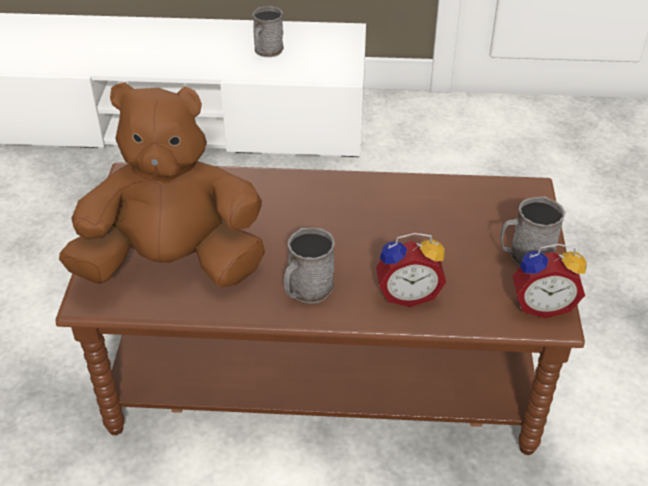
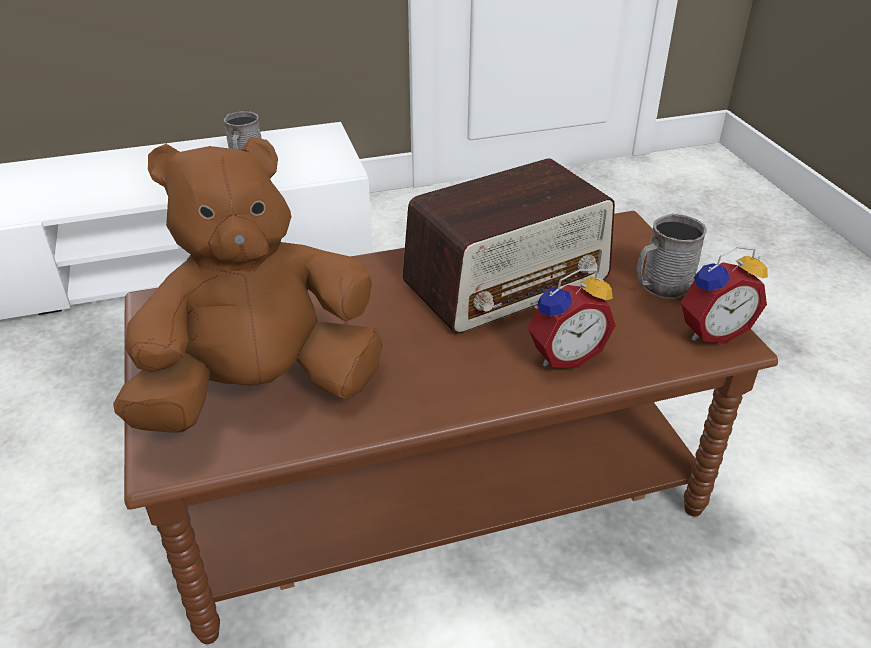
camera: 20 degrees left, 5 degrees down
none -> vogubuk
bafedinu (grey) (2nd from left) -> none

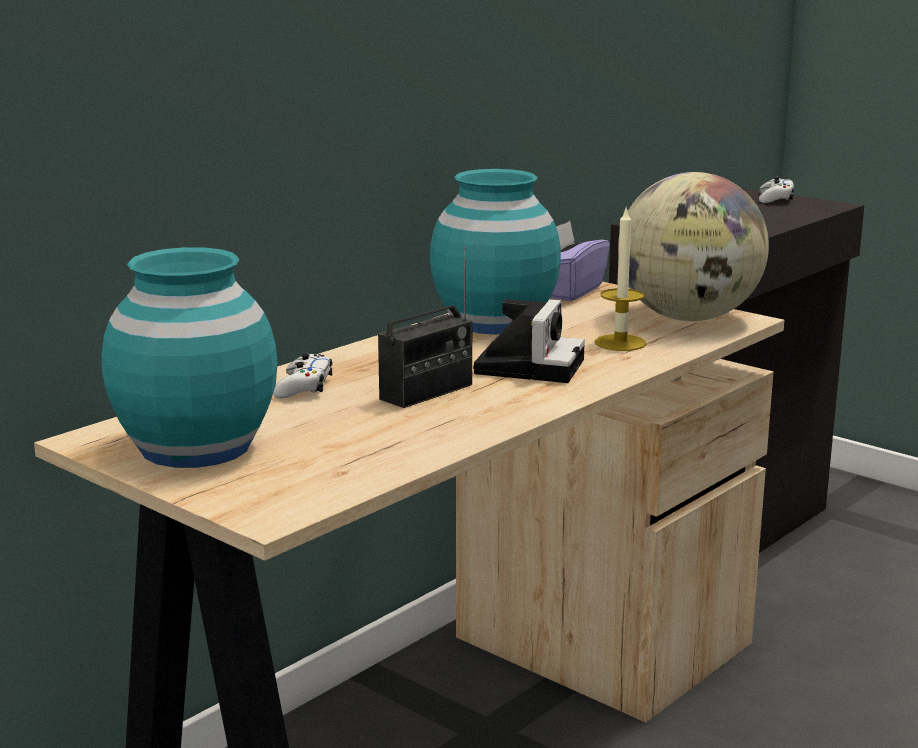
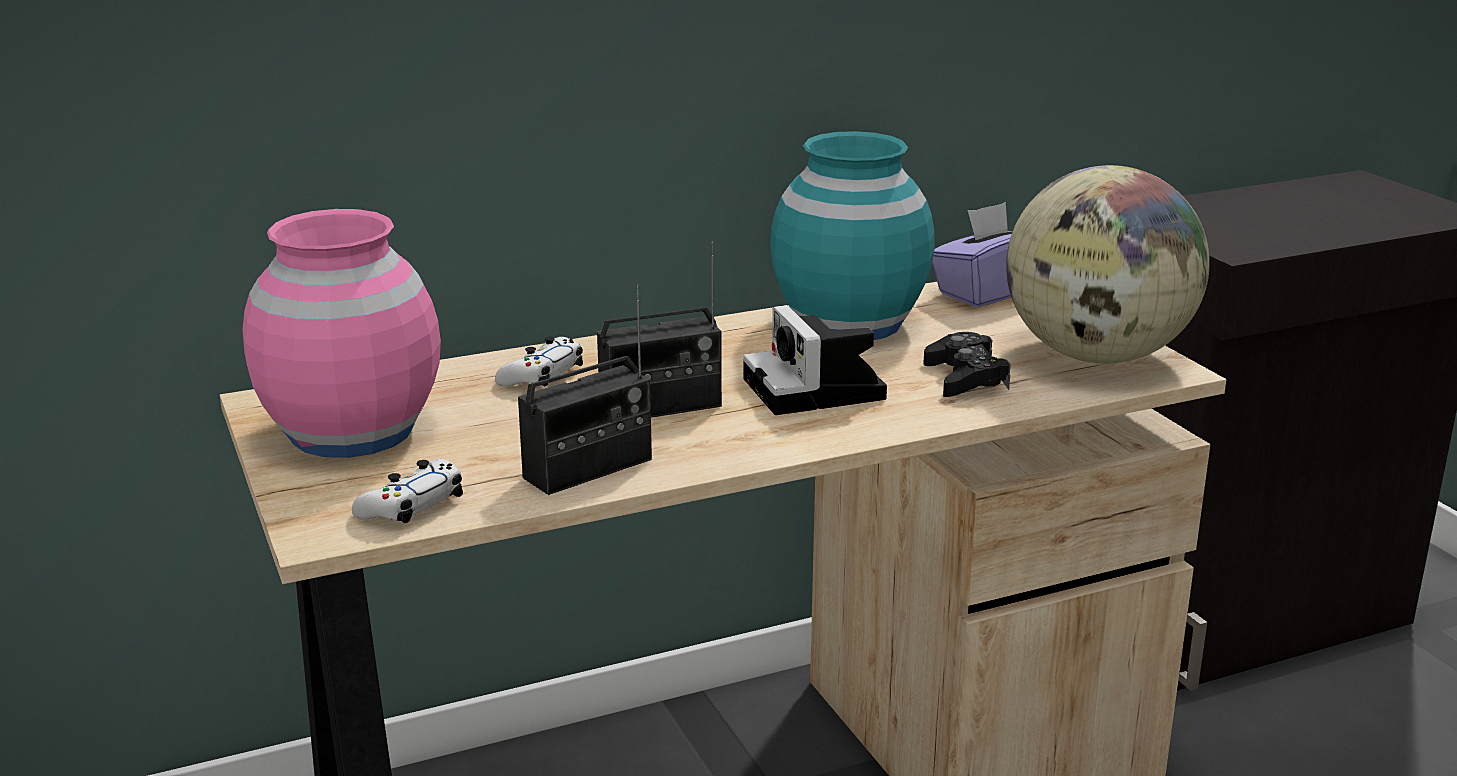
camera: 25 degrees right, 5 degrees up
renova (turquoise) (1st from left) -> renova (pink)
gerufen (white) (2nd from left in the first image) -> gerufen (white) (1st from left), move
none -> vogubuk (1st from left)
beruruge, 120 degrees clockwise
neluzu -> gerufen (black)

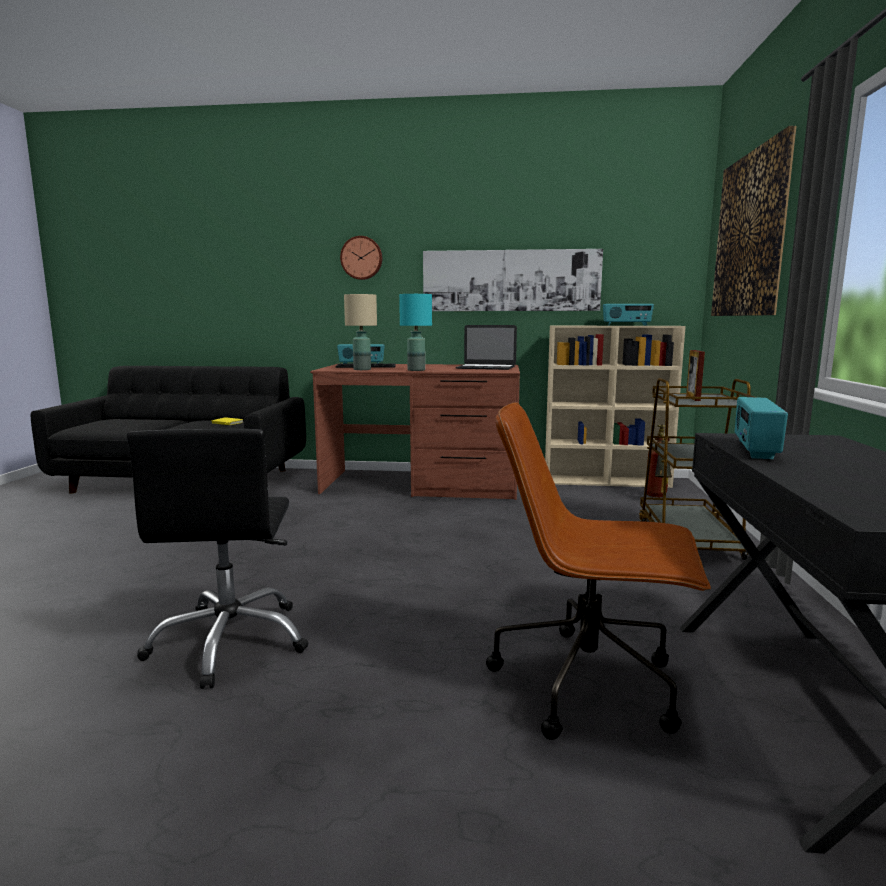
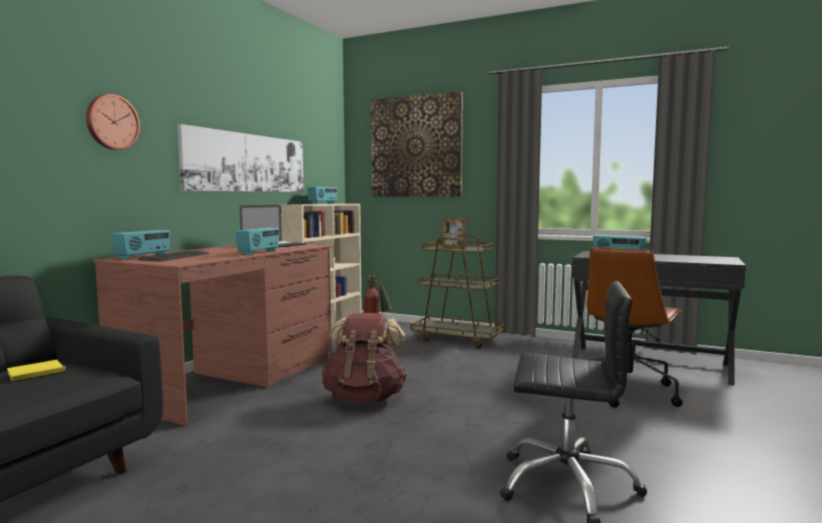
camera: 70 degrees left, 5 degrees down
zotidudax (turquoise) -> vogubuk (2nd from left)
none -> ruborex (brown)
zotidudax (beige) -> none

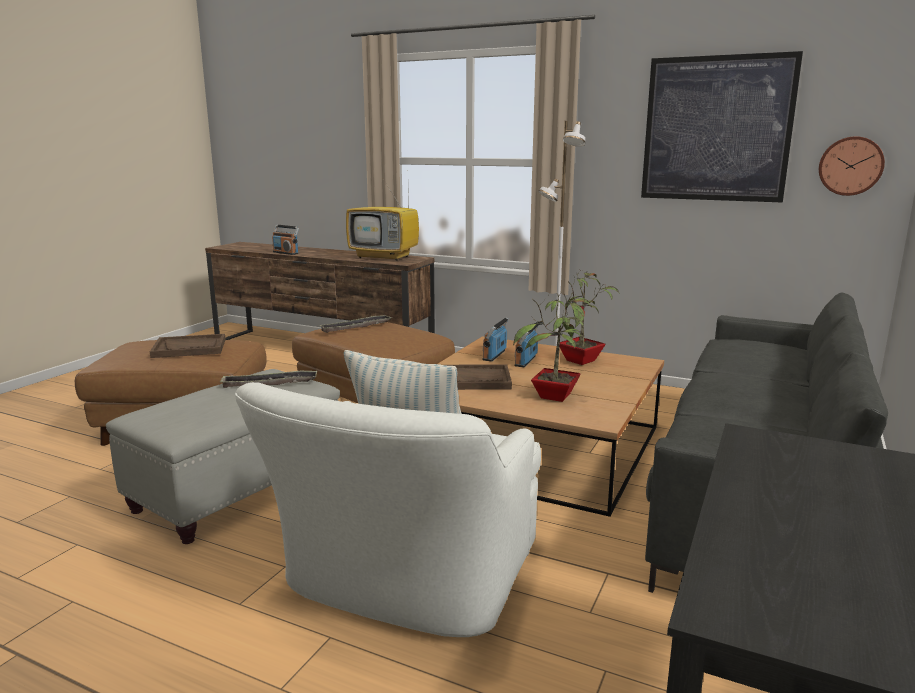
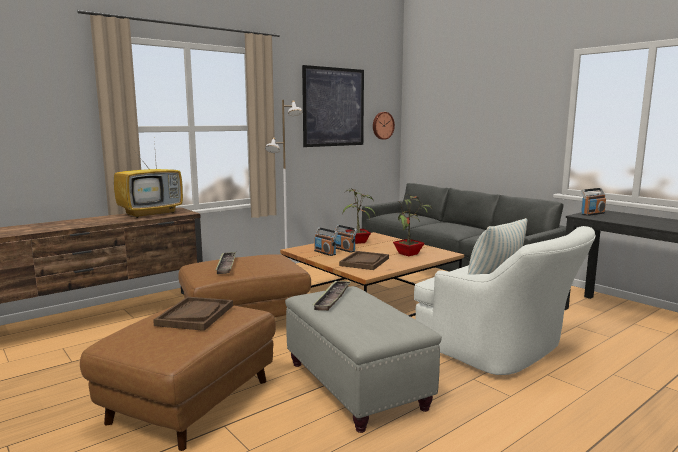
camera: 65 degrees left, 5 degrees down
vogubuk (1st from left in the first image) -> vogubuk (3rd from left), move

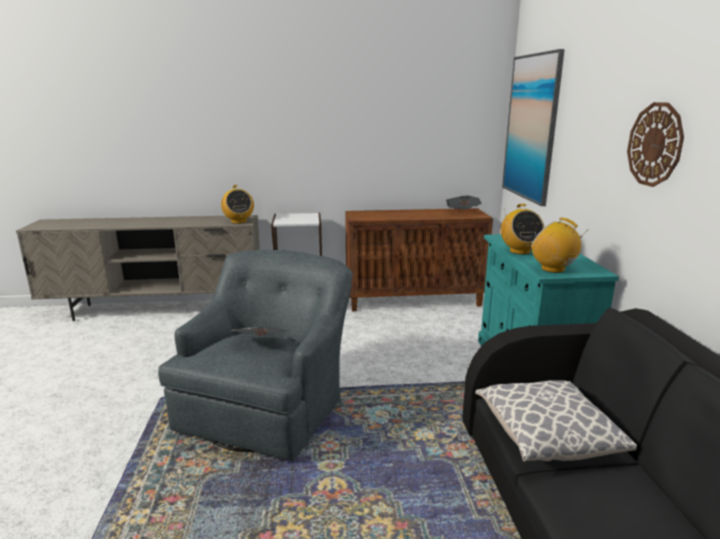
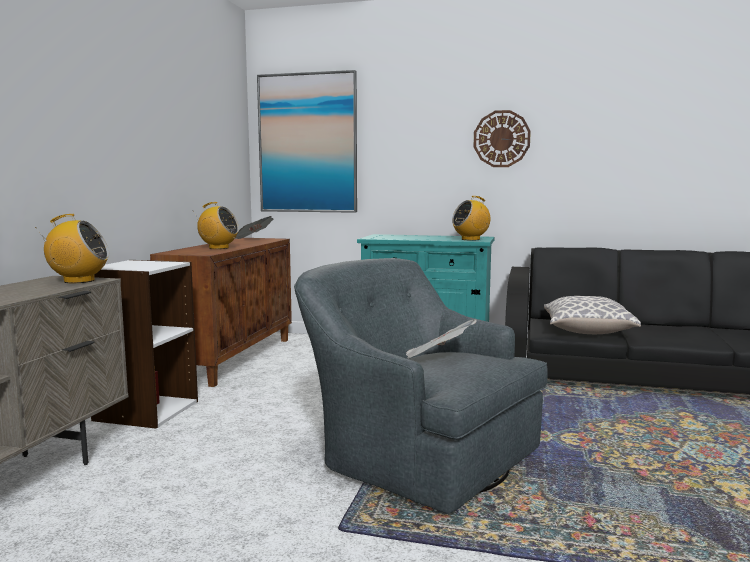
camera: 70 degrees left, 10 degrees down
vogubuk (2nd from left), move

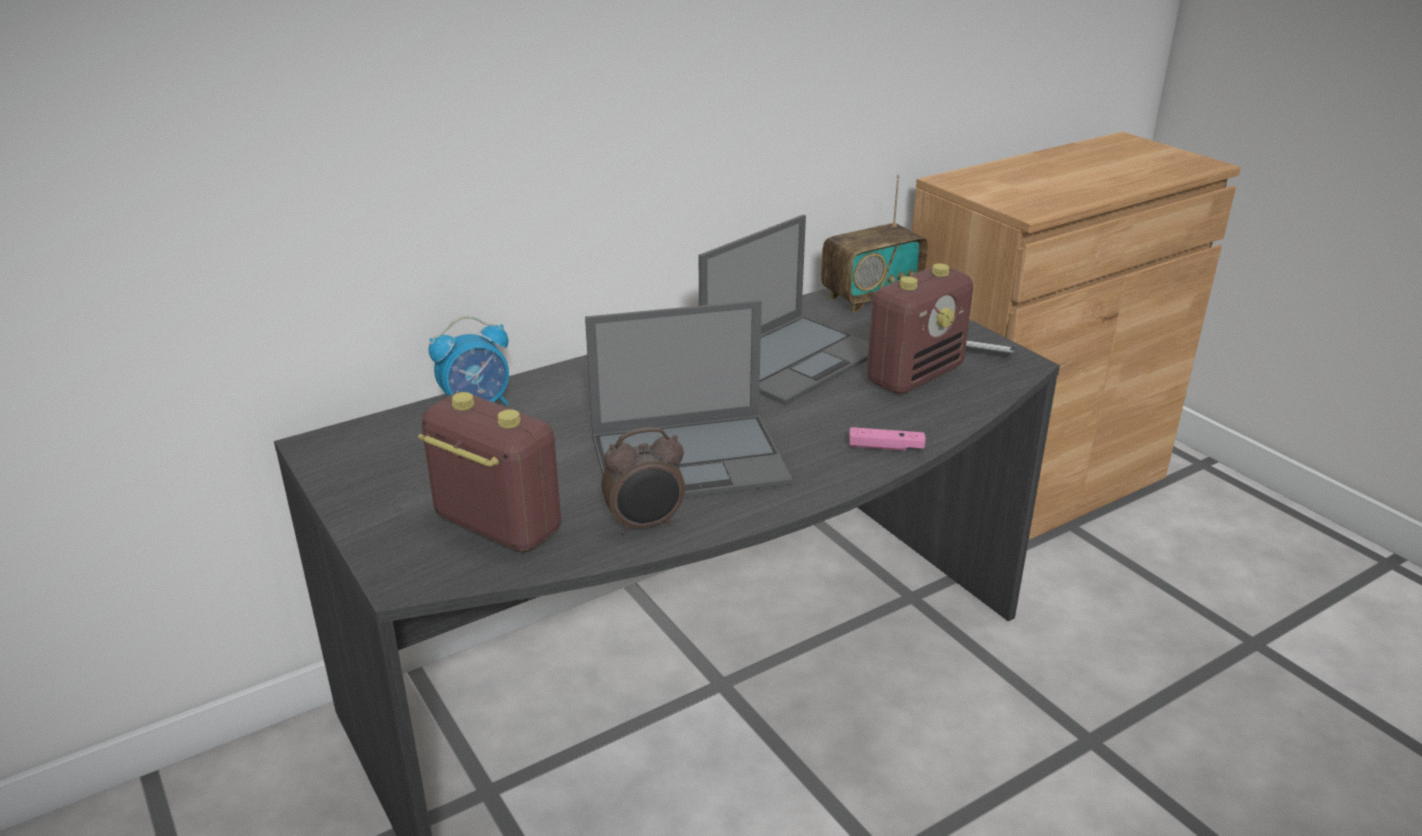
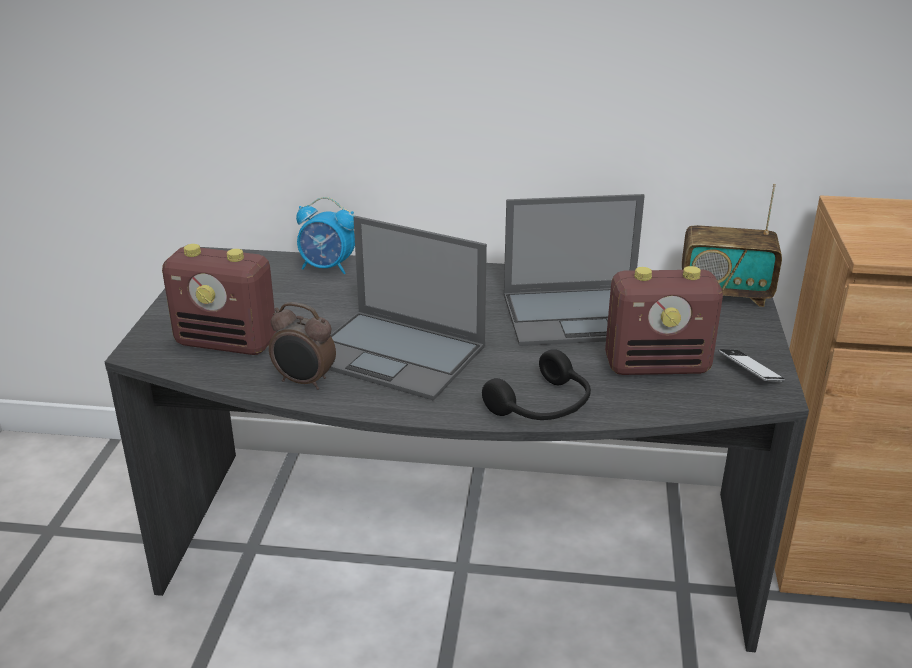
camera: 40 degrees right, 0 degrees up
vogubuk (1st from left), 120 degrees clockwise
gerufen (pink) -> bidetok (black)

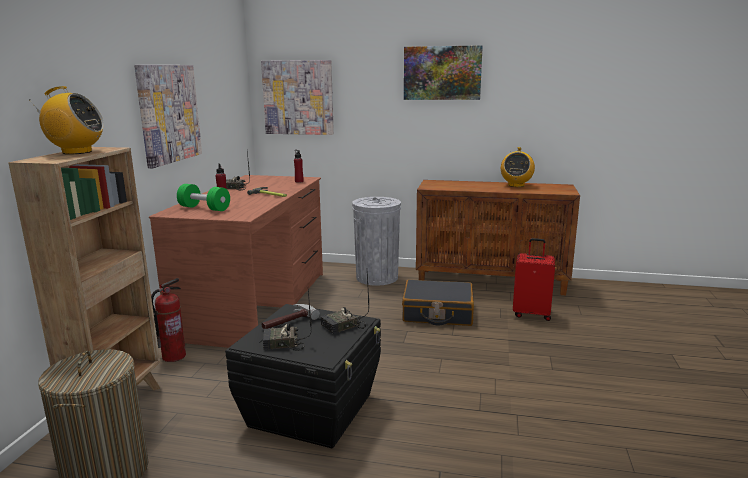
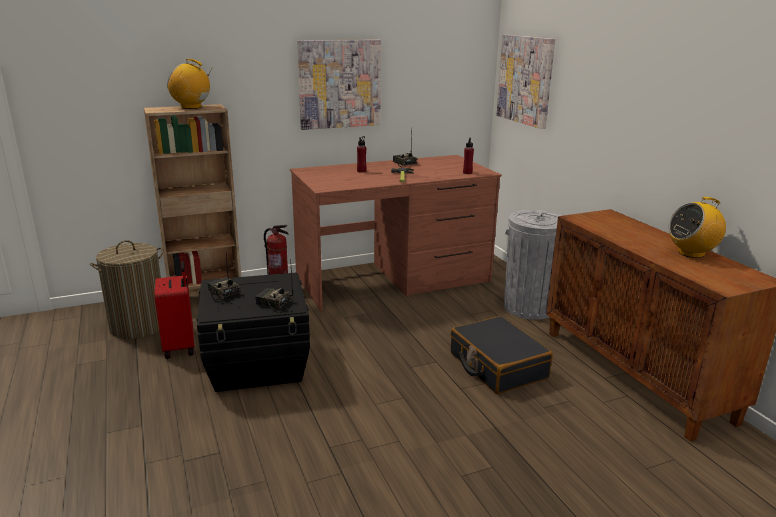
camera: 55 degrees right, 5 degrees up
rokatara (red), move
vogubuk (1st from left), 135 degrees clockwise
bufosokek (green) -> none
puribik (2nd from left) -> none
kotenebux (3rd from left) -> none

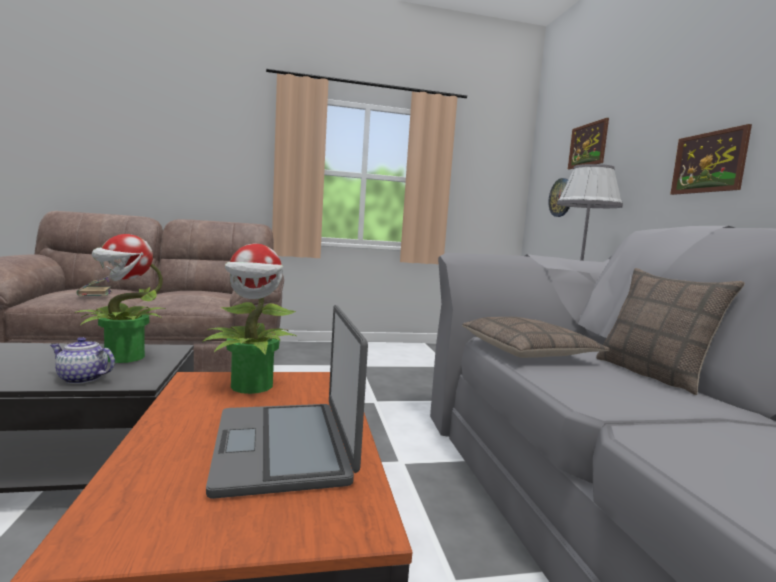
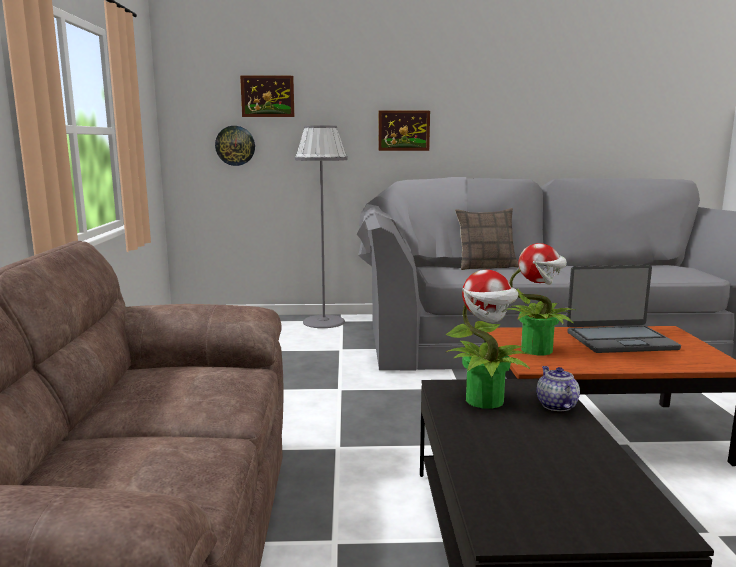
camera: 80 degrees left, 5 degrees up
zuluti, 150 degrees clockwise
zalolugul -> none
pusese (1st from left) -> none

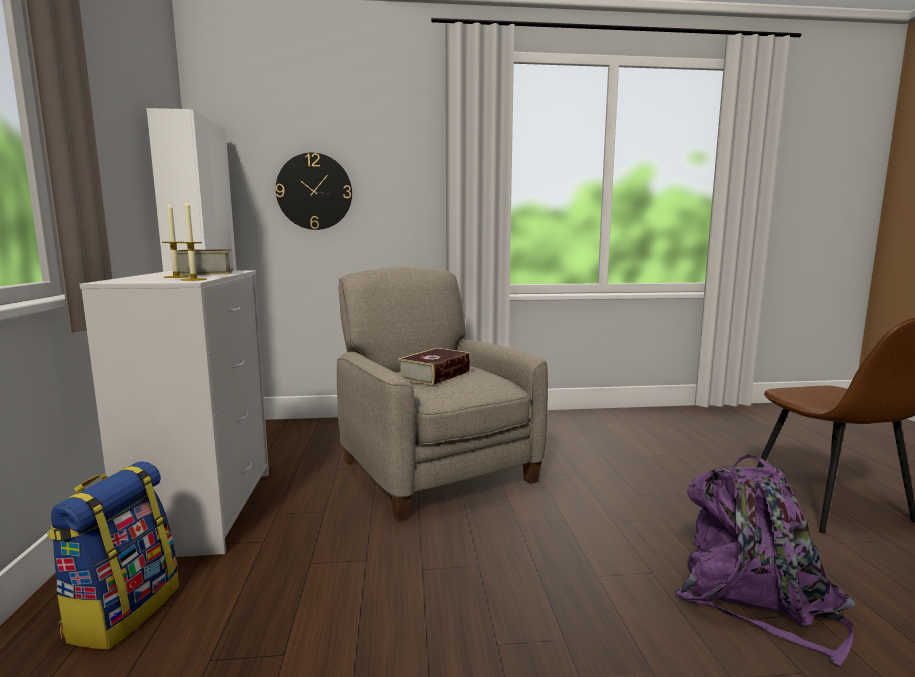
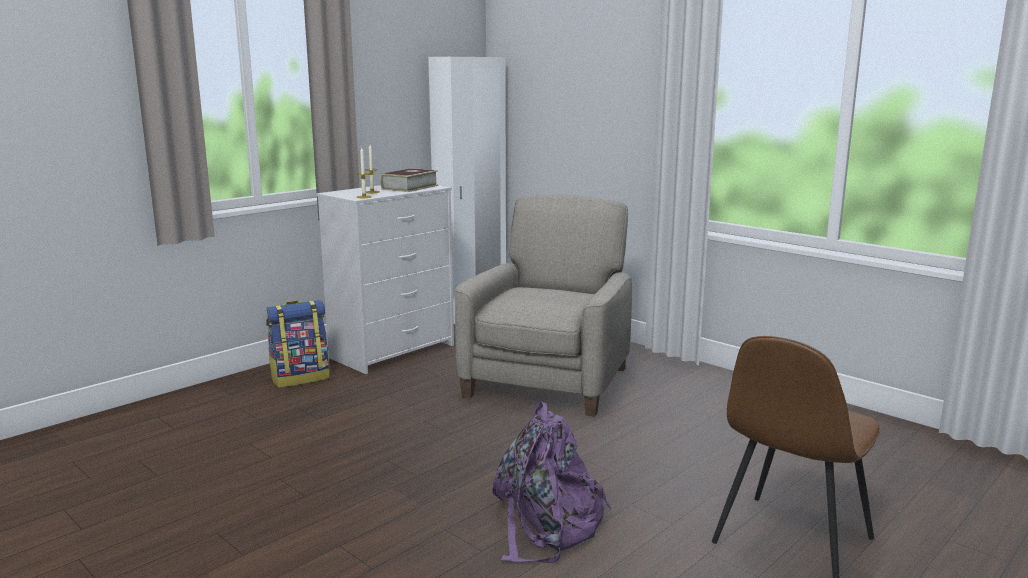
camera: 50 degrees right, 5 degrees up
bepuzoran -> none
zalolugul (2nd from left) -> none

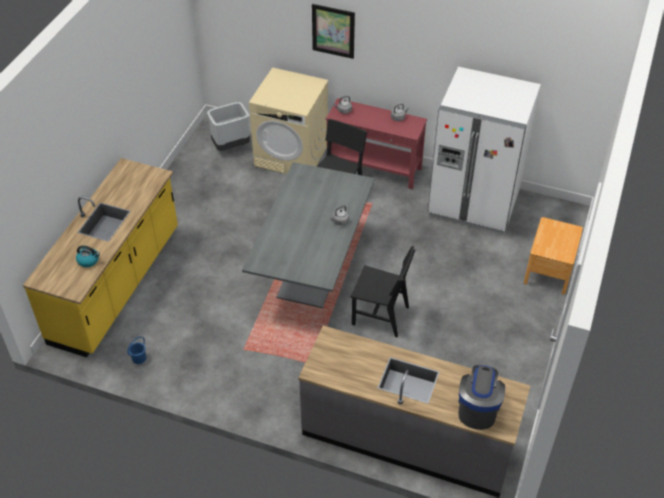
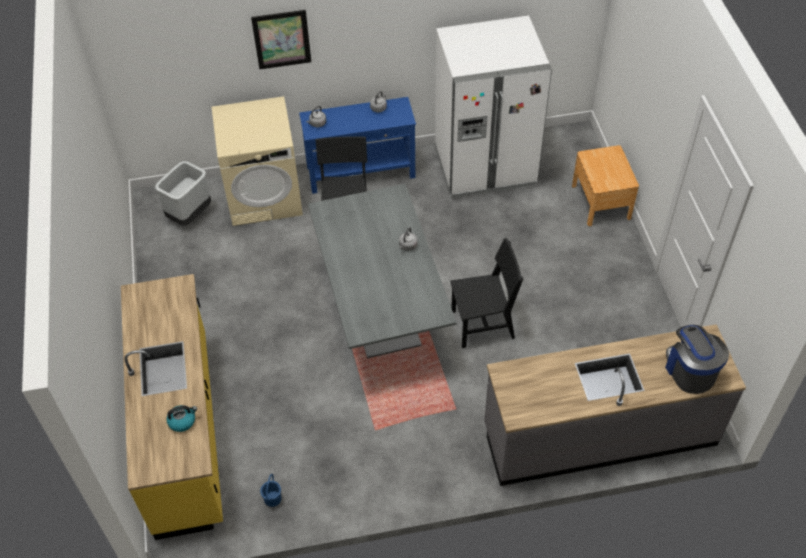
camera: 30 degrees left, 5 degrees up
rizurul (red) -> rizurul (blue)

